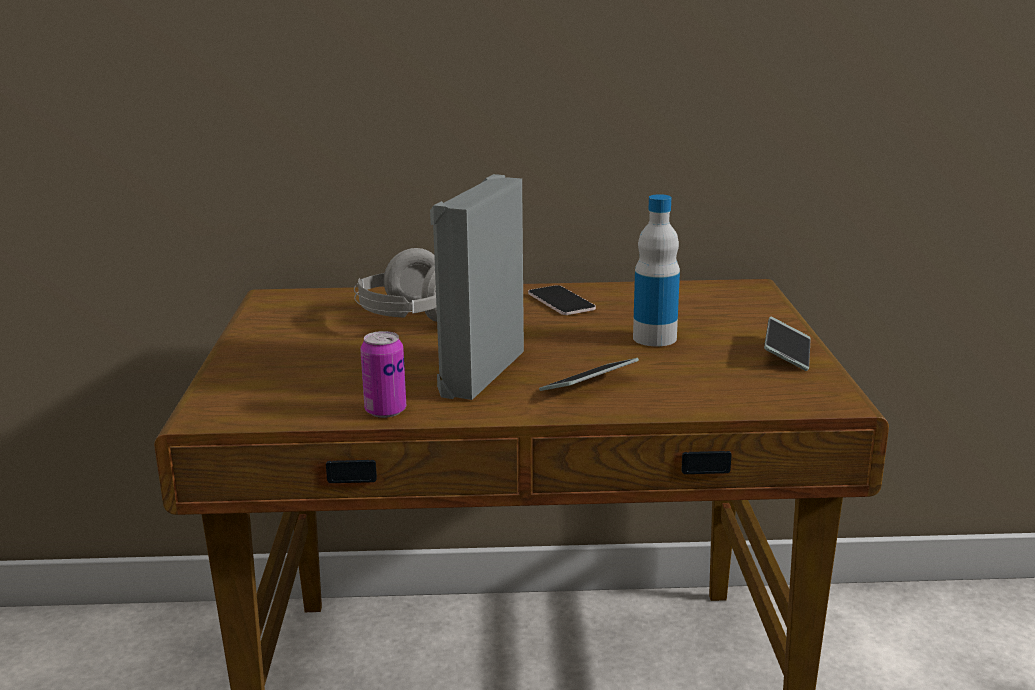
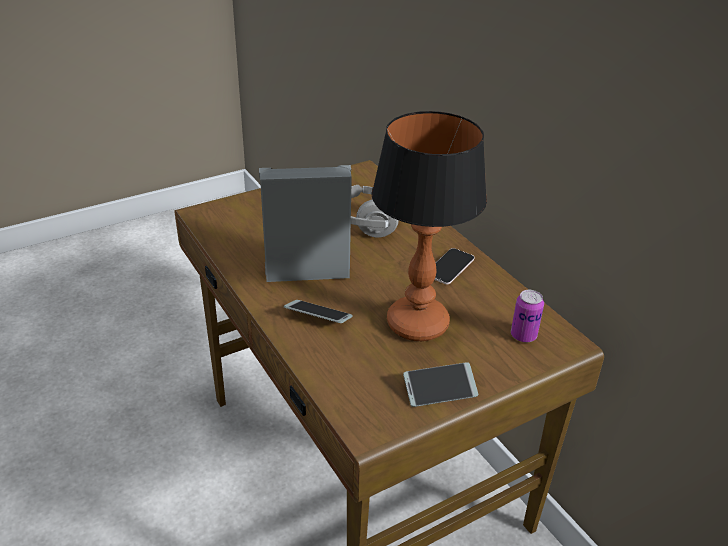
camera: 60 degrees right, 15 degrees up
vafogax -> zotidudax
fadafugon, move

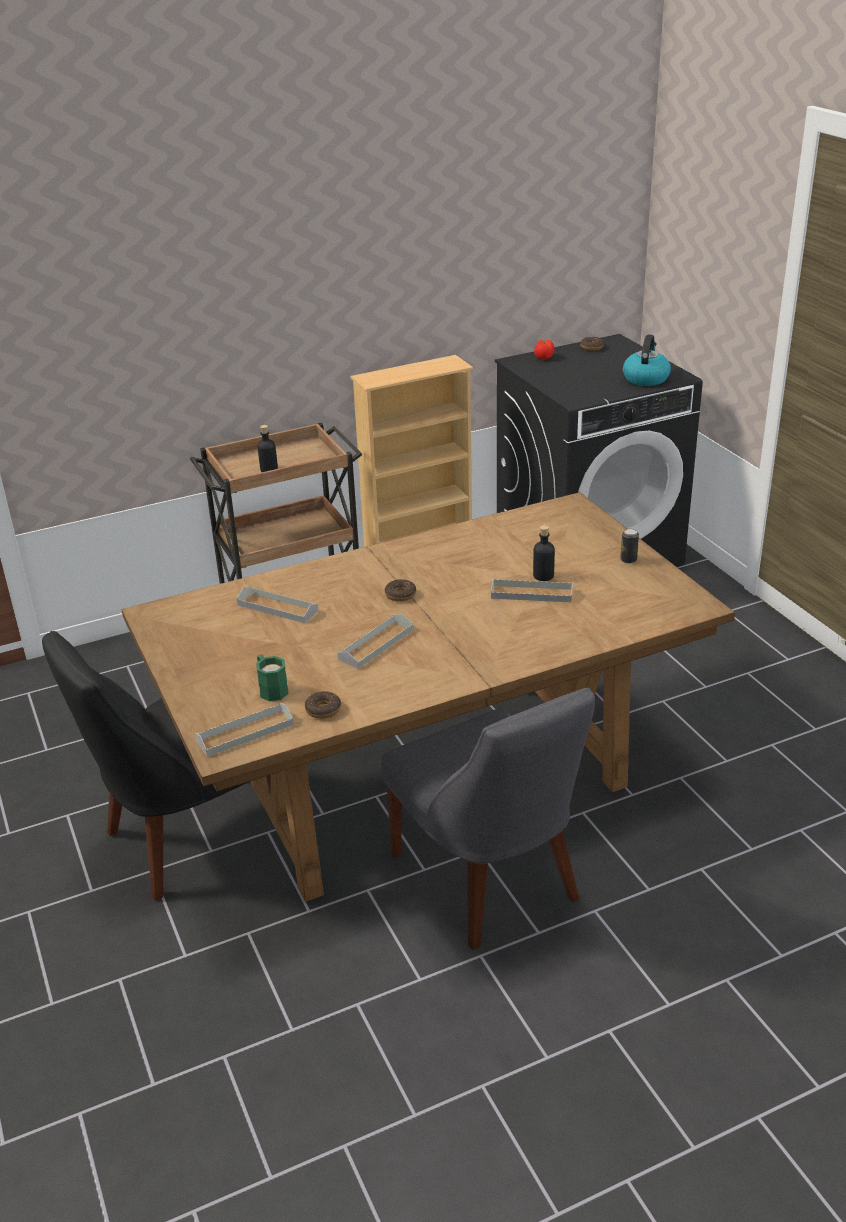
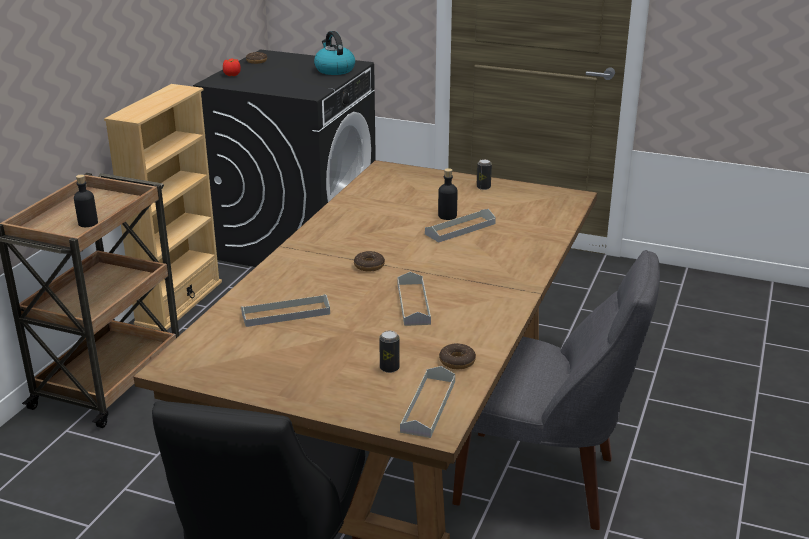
camera: 45 degrees left, 5 degrees down
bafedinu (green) -> fadafugon (1st from left)

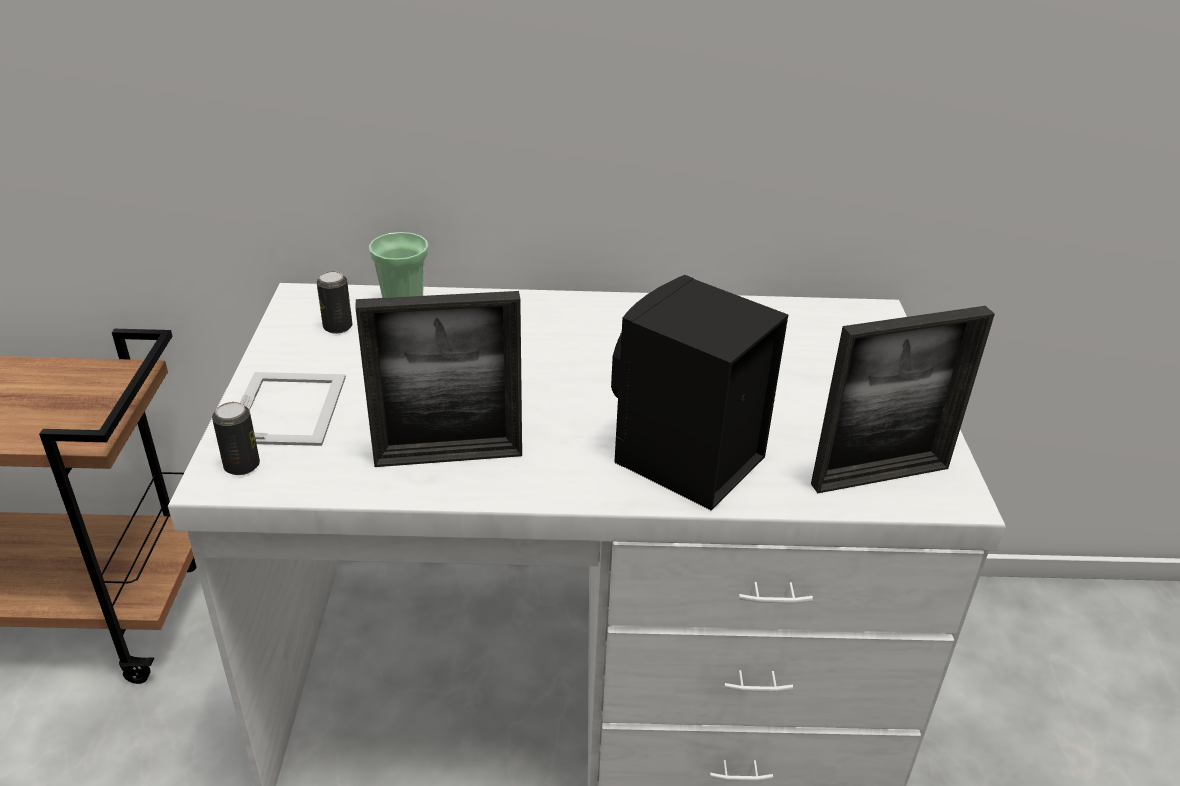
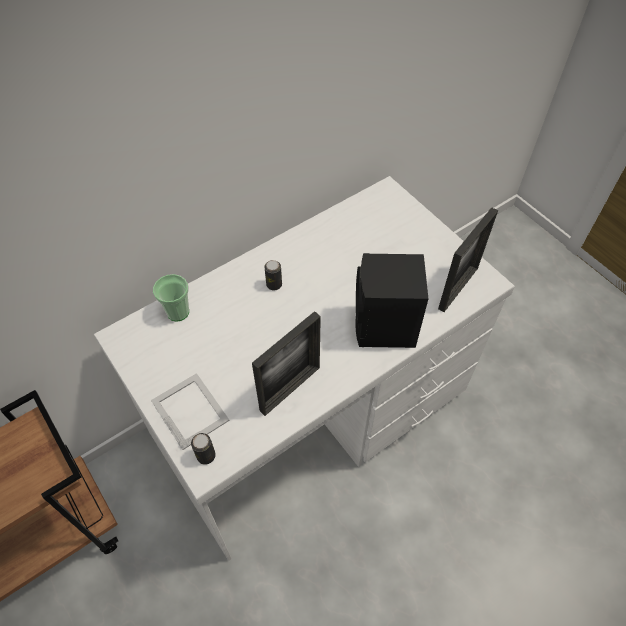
camera: 35 degrees left, 20 degrees up
fadafugon (2nd from left), move

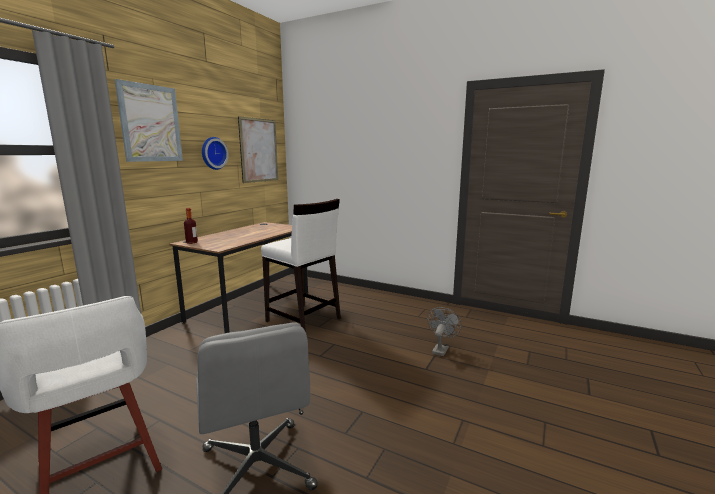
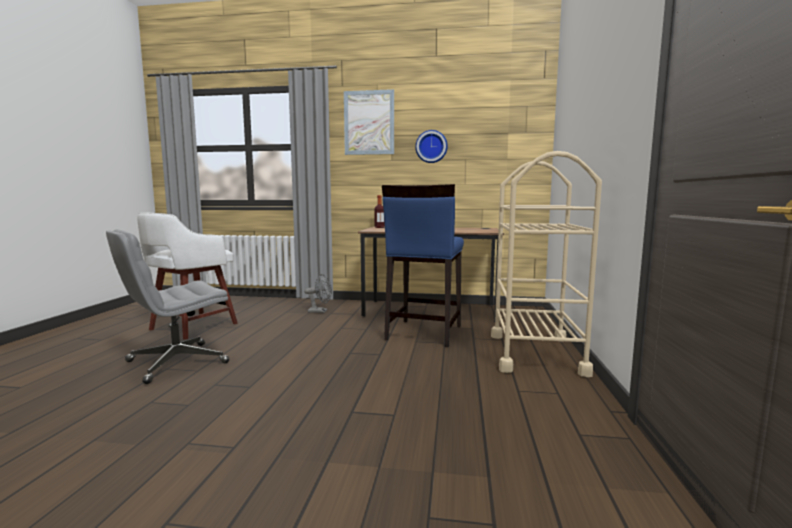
camera: 70 degrees right, 5 degrees down
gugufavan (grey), move
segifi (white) (2nd from left) -> segifi (blue)
none -> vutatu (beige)
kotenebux (2nd from left) -> none

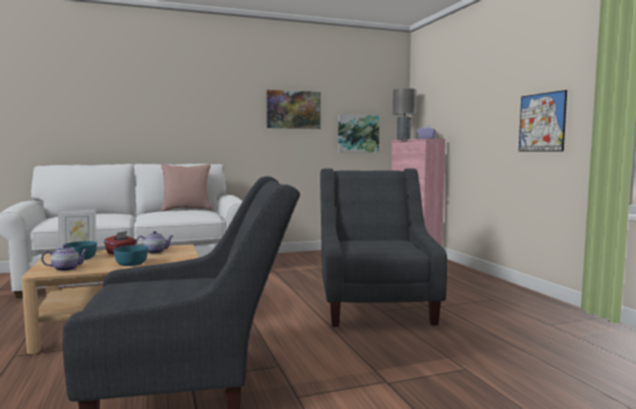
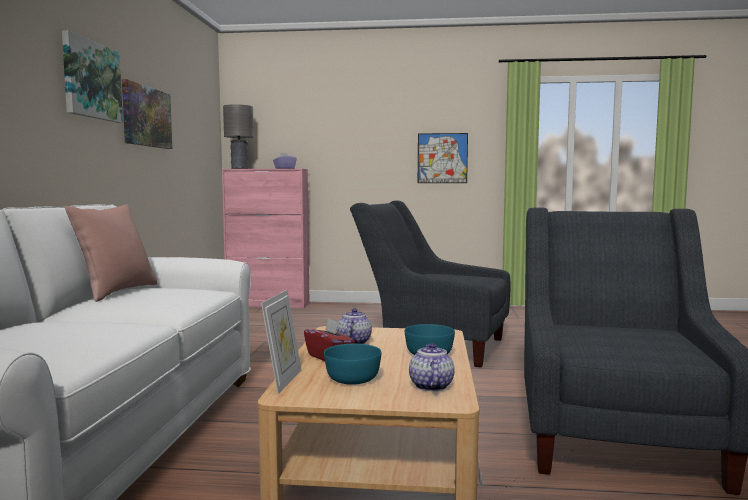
camera: 65 degrees left, 0 degrees up
kotenebux (2nd from left in the first image) -> kotenebux (1st from left), move

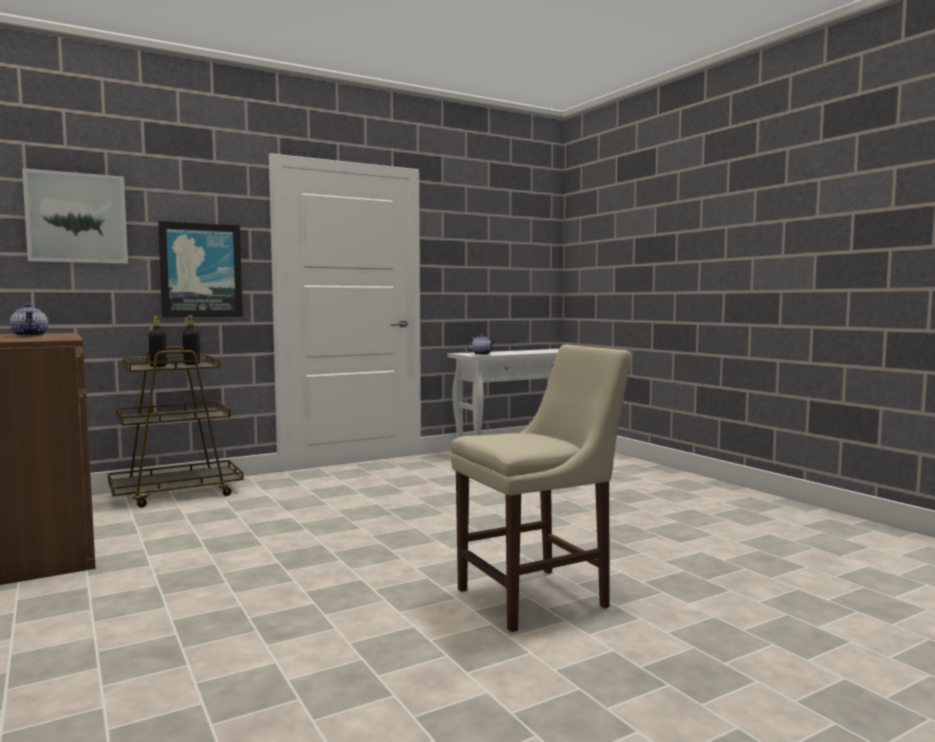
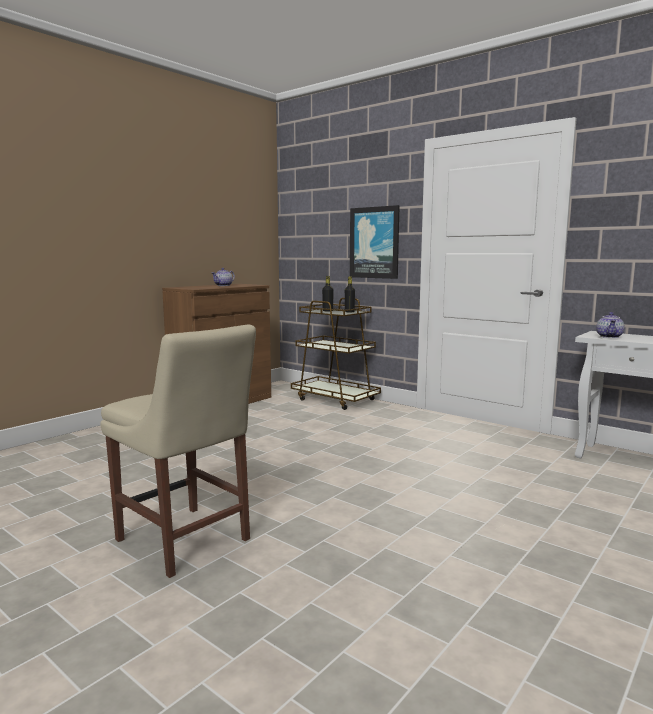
camera: 70 degrees right, 5 degrees up
kotenebux (1st from left) -> none

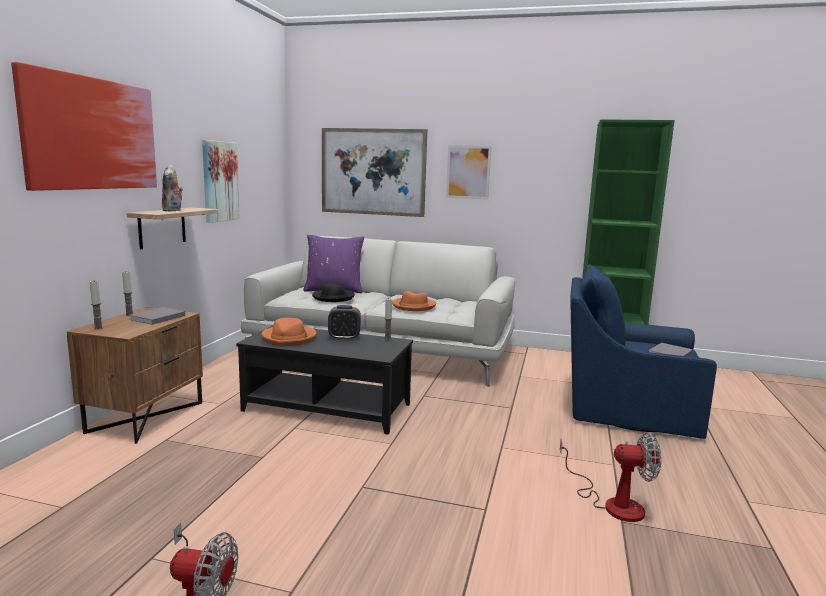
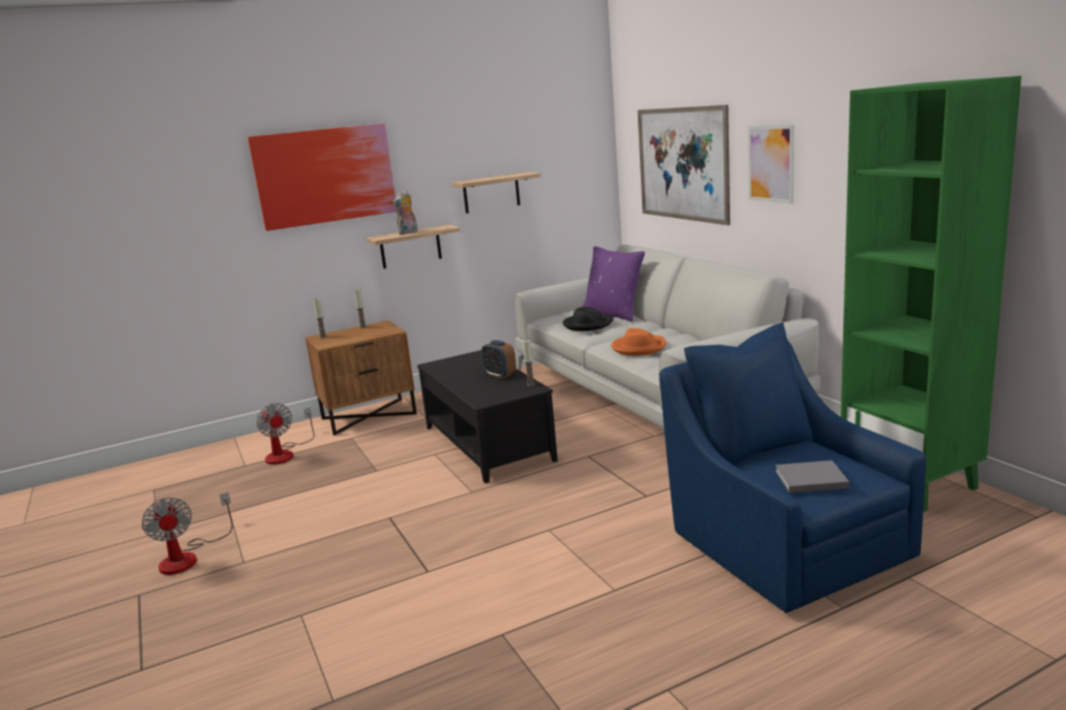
camera: 50 degrees right, 5 degrees up
gugufavan (2nd from left), move
kotenebux (2nd from left) -> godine (2nd from left)
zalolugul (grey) (1st from left) -> none
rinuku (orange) (1st from left) -> none

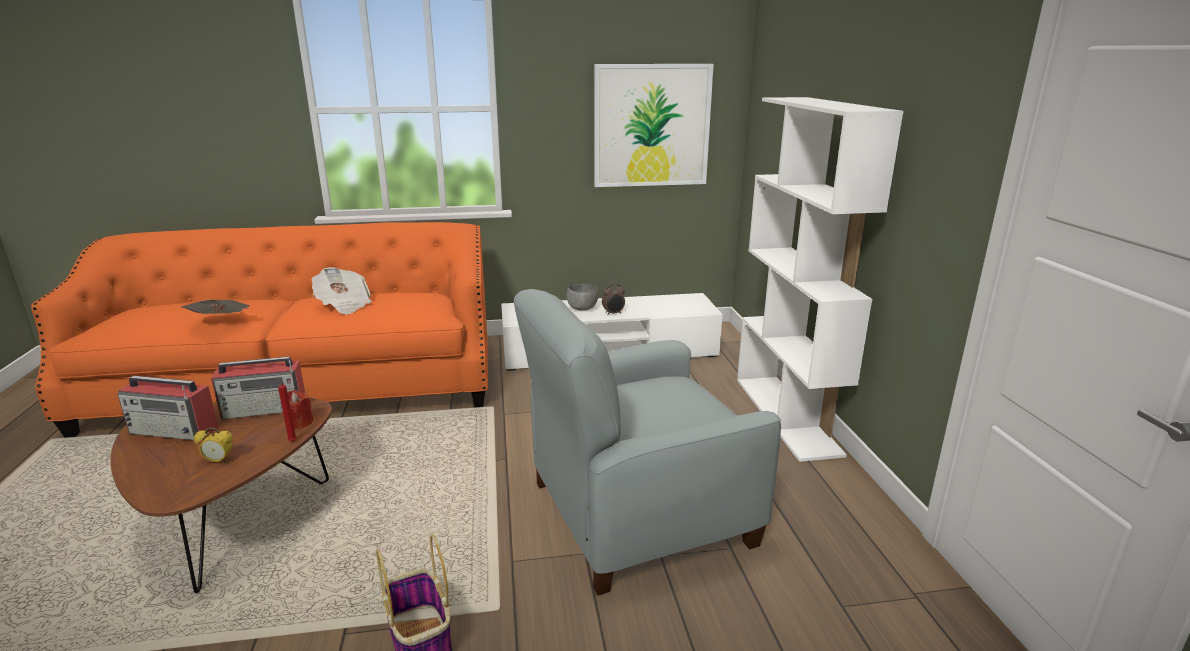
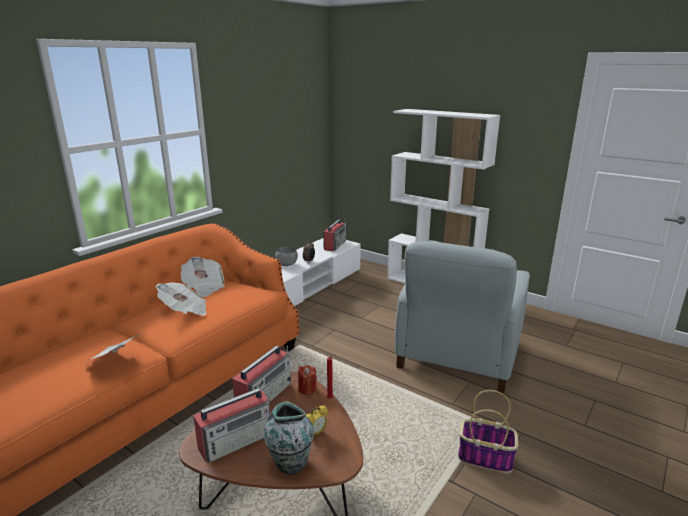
camera: 45 degrees left, 0 degrees up
none -> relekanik (3rd from left)
none -> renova
none -> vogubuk (3rd from left)
kotenebux -> none

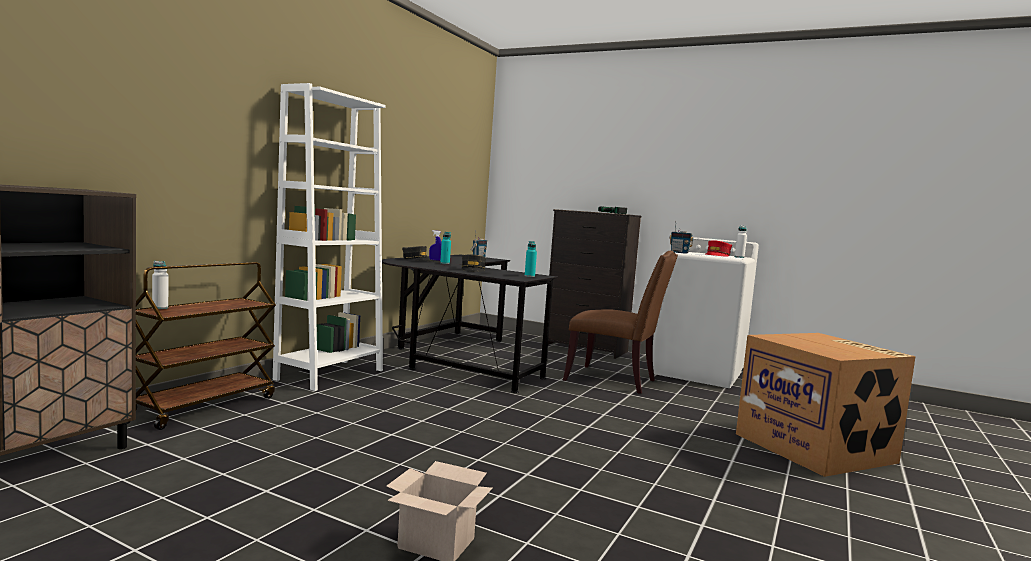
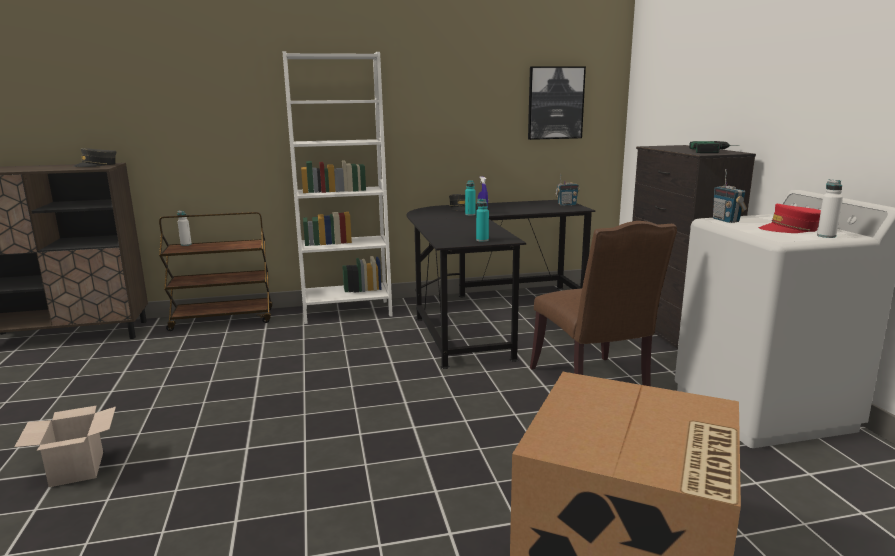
camera: 50 degrees right, 10 degrees up
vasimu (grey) (2nd from left in the first image) -> vasimu (grey) (1st from left), move
none -> kotenebux

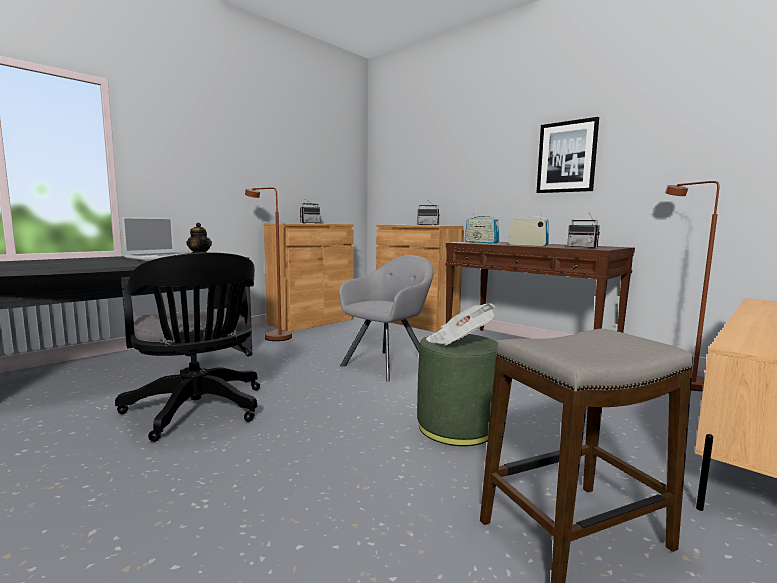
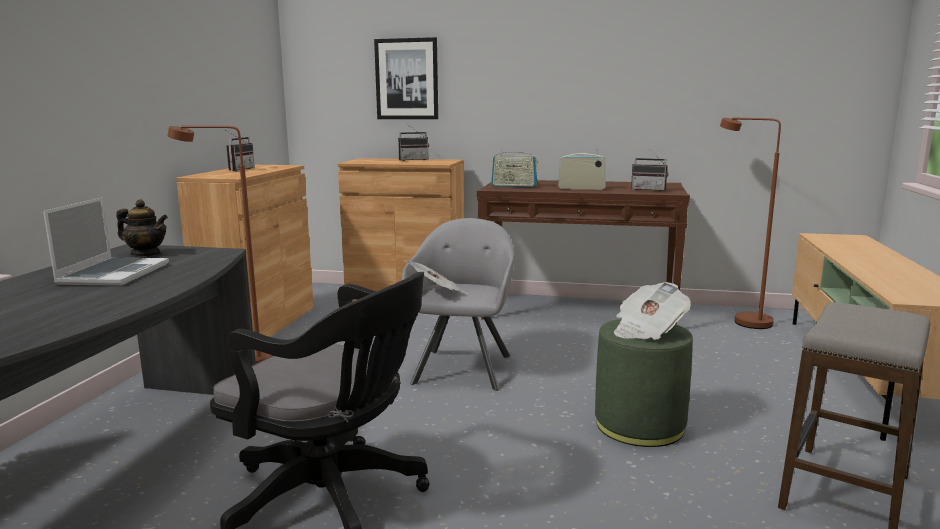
camera: 30 degrees left, 5 degrees up
kotenebux, move
none -> relekanik (1st from left)

